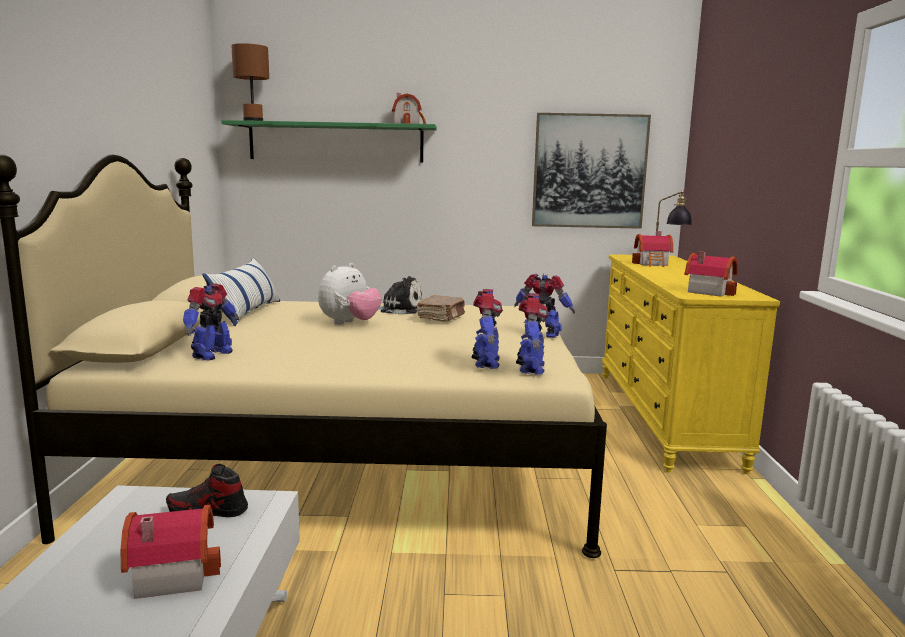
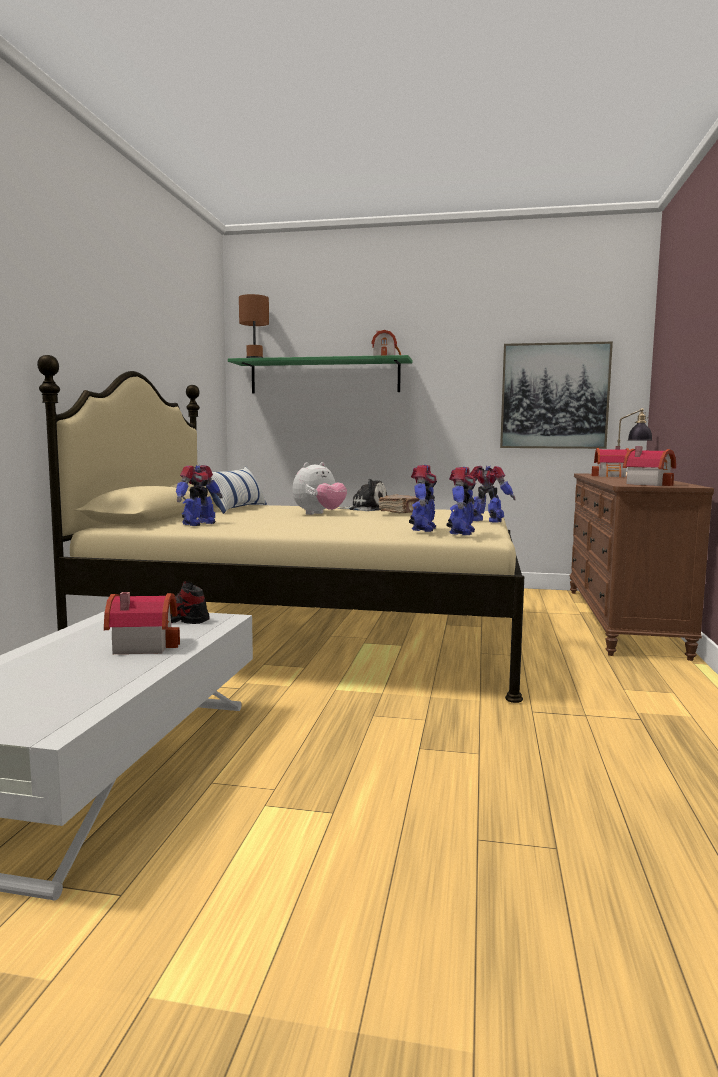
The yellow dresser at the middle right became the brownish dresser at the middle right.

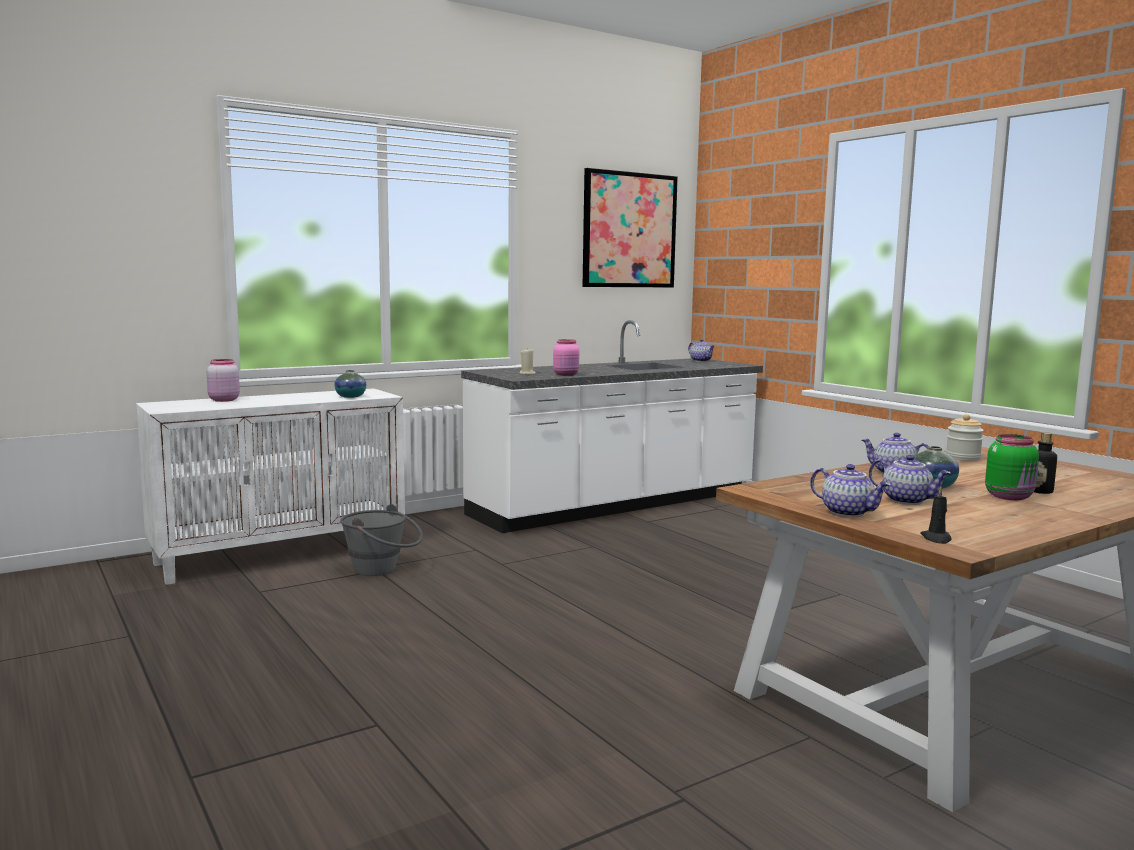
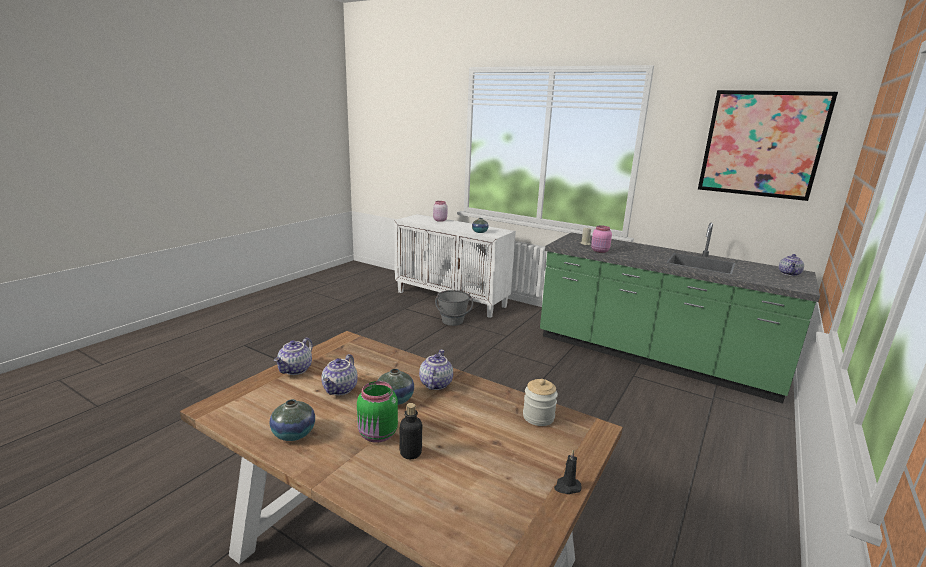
The whitish kitchen base unit at the centre became the green-coloured kitchen base unit at the middle right. The black-coloured wax light moved from the middle right to the bottom centre. The flower vase (1st from left) at the bottom left appeared.

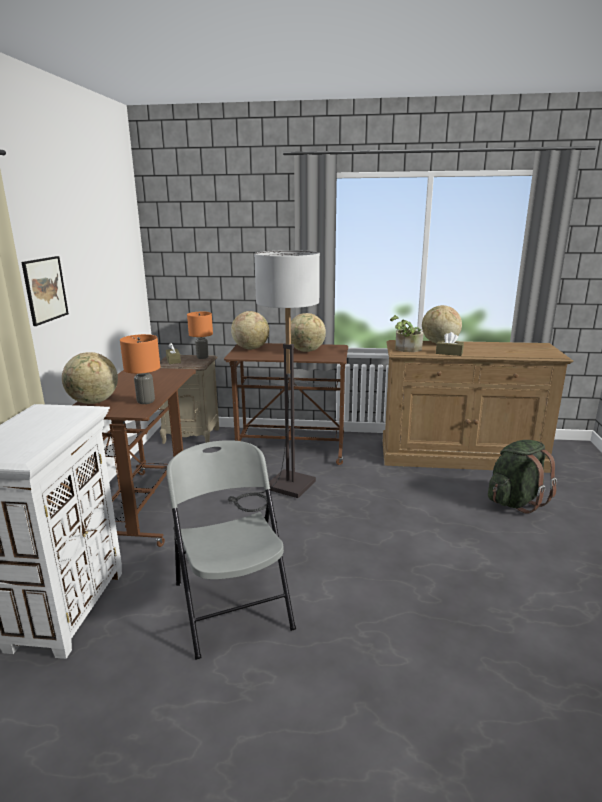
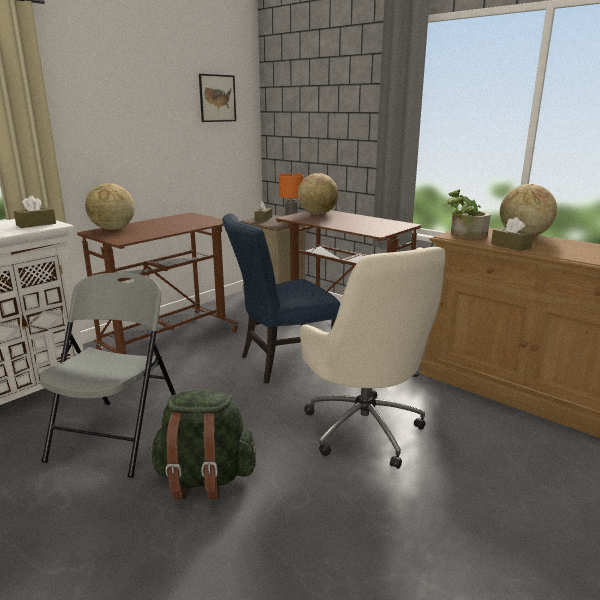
The picture moved from the middle left to the top centre. The orange-coloured table lamp (1st from left) at the middle left disappeared. The standard lamp at the centre was replaced by the blue-coloured chair at the centre. The world globe (3rd from left) at the centre disappeared. The green-coloured backpack moved from the middle right to the bottom centre. The brownish tissue holder (1st from left) at the middle left appeared. The beige computer chair at the centre appeared.

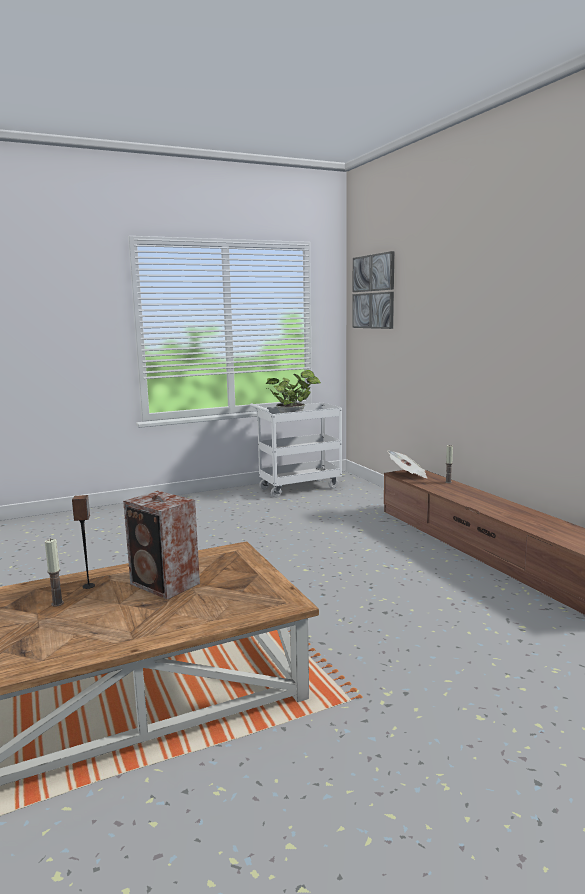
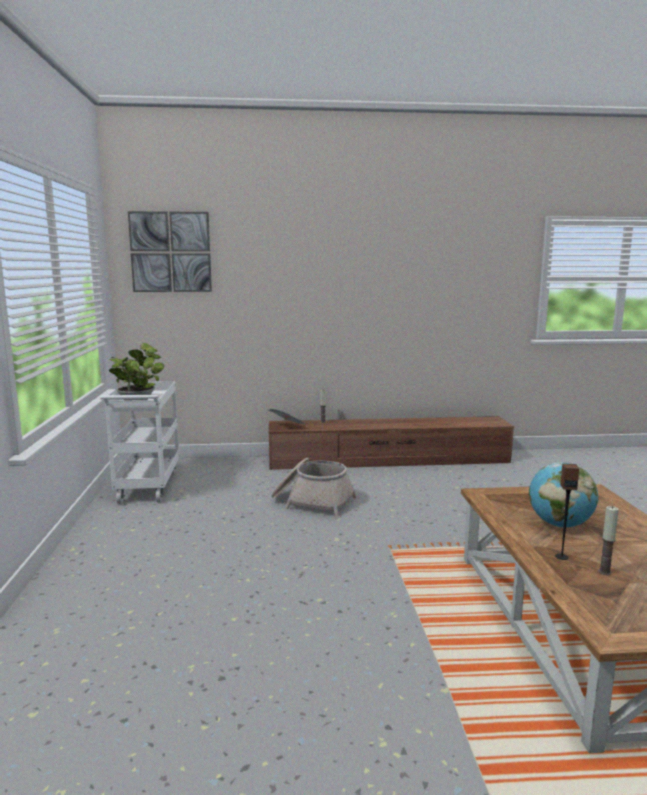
The loudspeaker (2nd from left) at the middle left was replaced by the world globe at the middle right. The basket at the centre appeared.

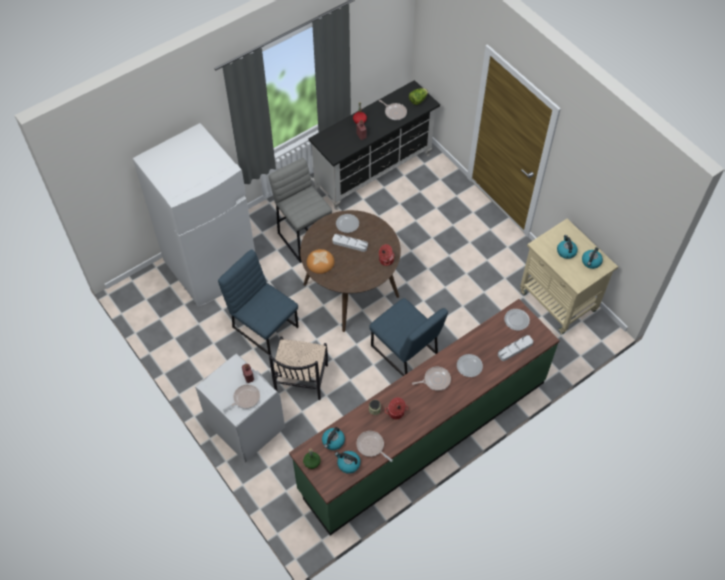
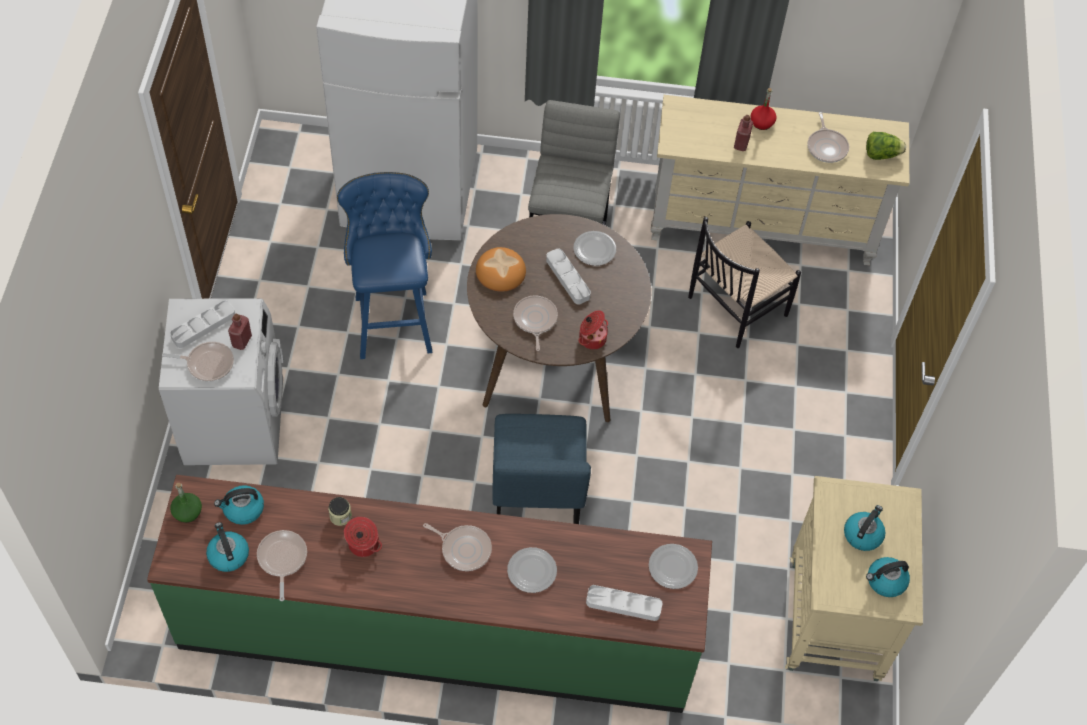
The blue-coloured chair (1st from left) at the centre was replaced by the blue-coloured sitting stool at the centre. The black-coloured chair moved from the centre to the middle right. The black-coloured dresser at the top centre became the beige dresser at the top right. The gray tray (1st from left) at the middle left appeared. The pan (4th from left) at the centre appeared.

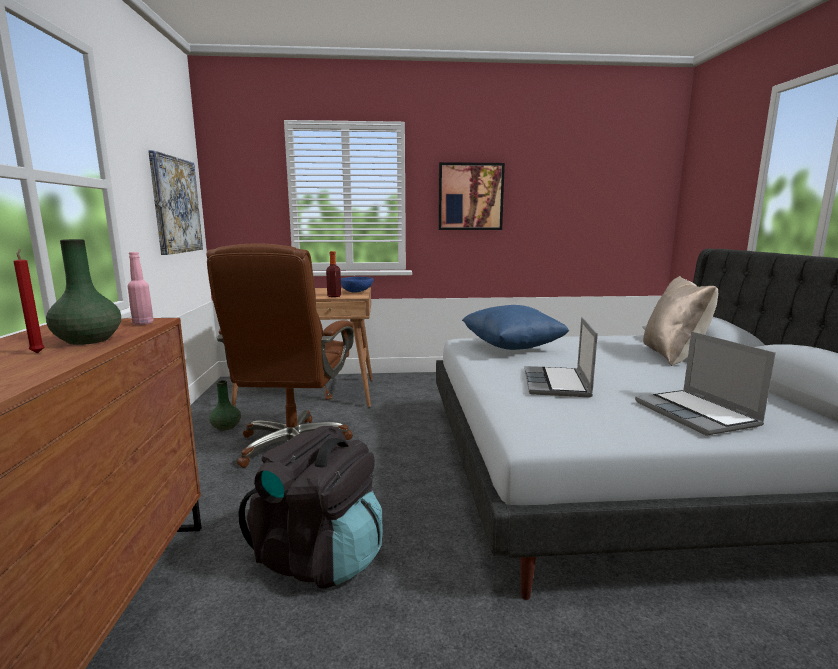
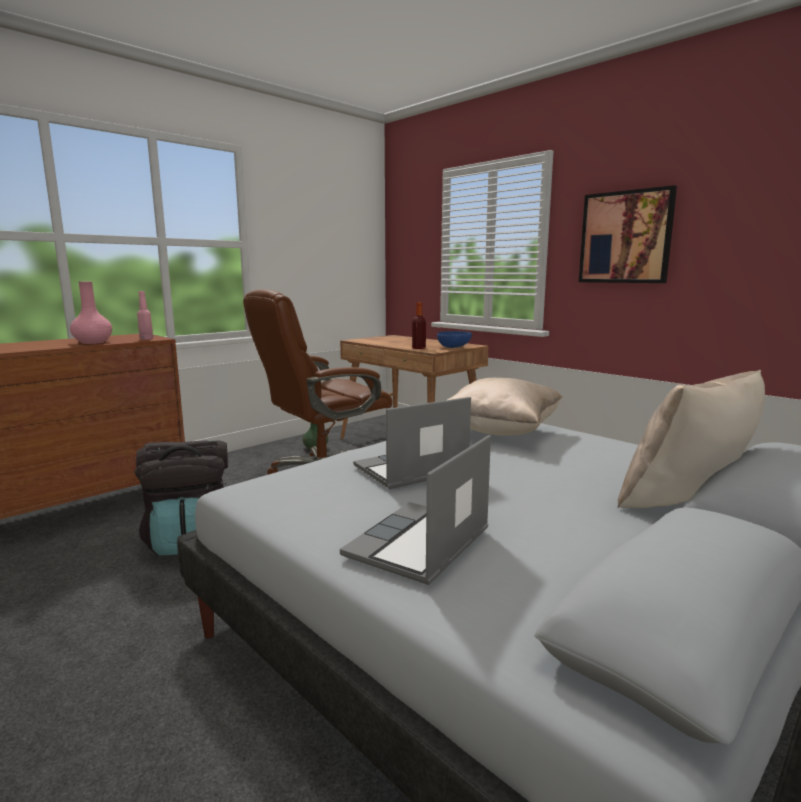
The red-coloured wax light at the middle left disappeared. The green-coloured flower vase (1st from left) at the middle left became the pink flower vase at the middle left. The picture (1st from left) at the top left disappeared. The blue-coloured pillow at the centre became the beige pillow (1st from left) at the centre.

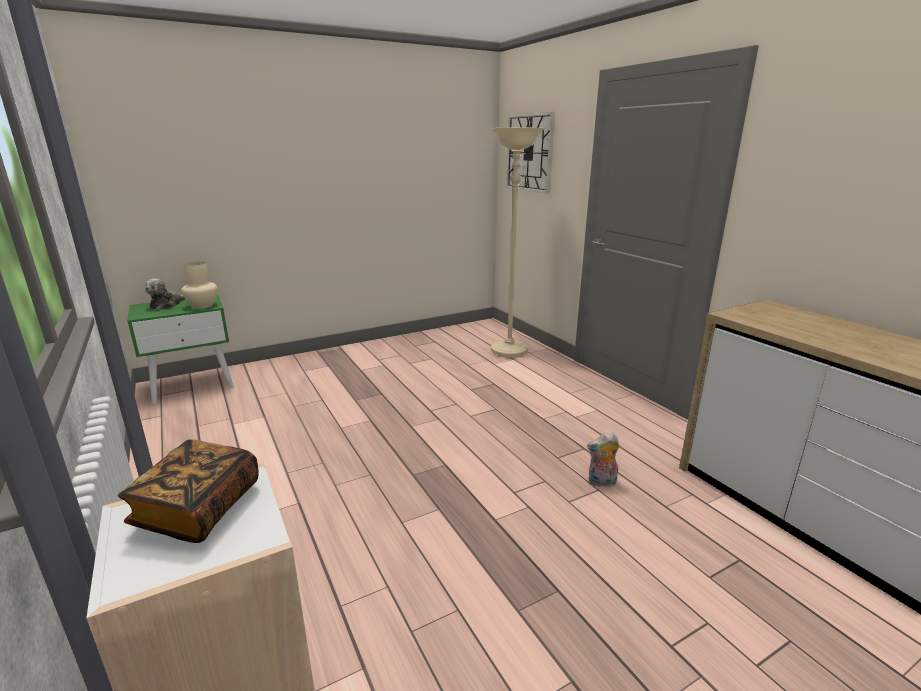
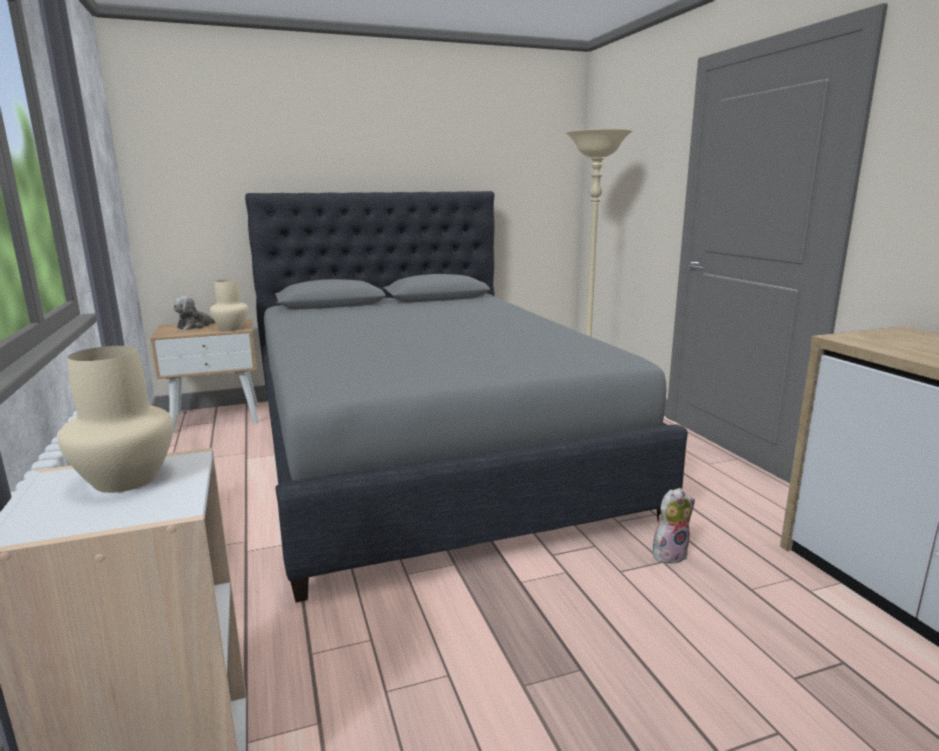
The book at the bottom left was replaced by the beige flower vase (1st from left) at the middle left. The green-coloured nightstand at the middle left became the beige nightstand at the middle left. The clock on the wall at the top centre disappeared. The plush toy (2nd from left) at the centre turned 150 degrees clockwise. The gray bed at the centre appeared.

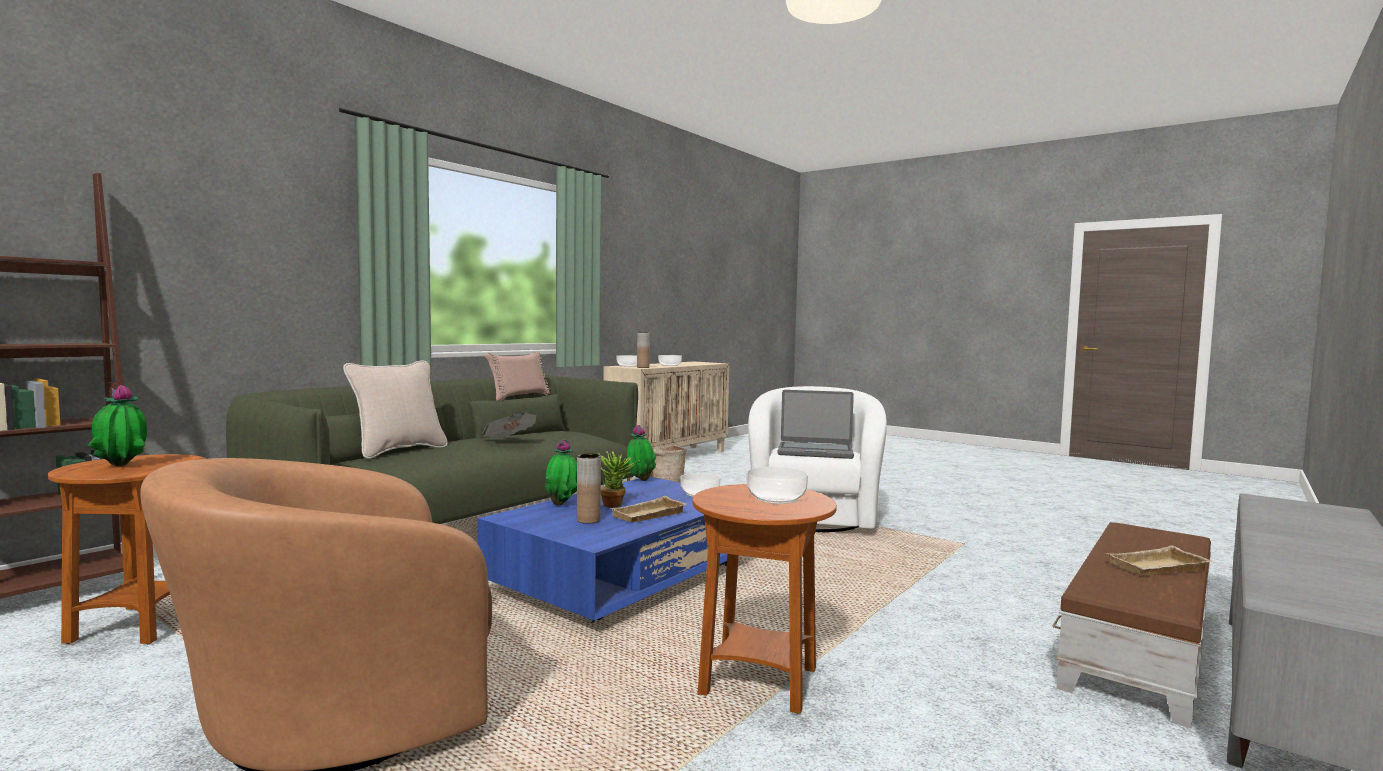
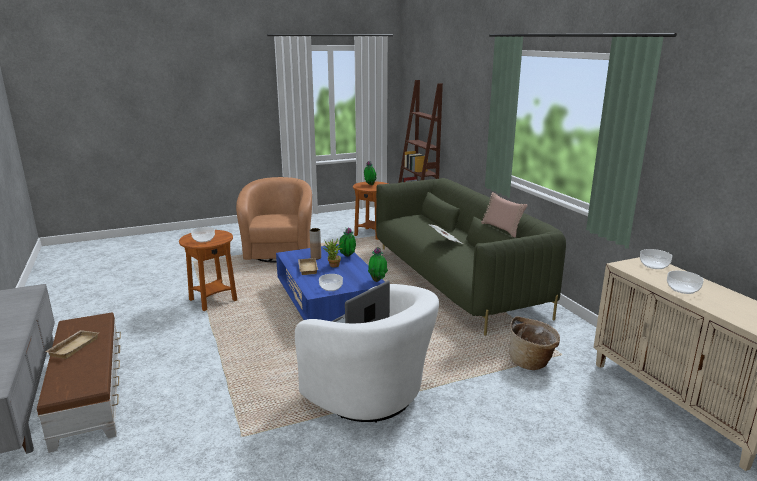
The beige pillow (1st from left) at the middle left disappeared. The brownish flower vase (2nd from left) at the centre disappeared.

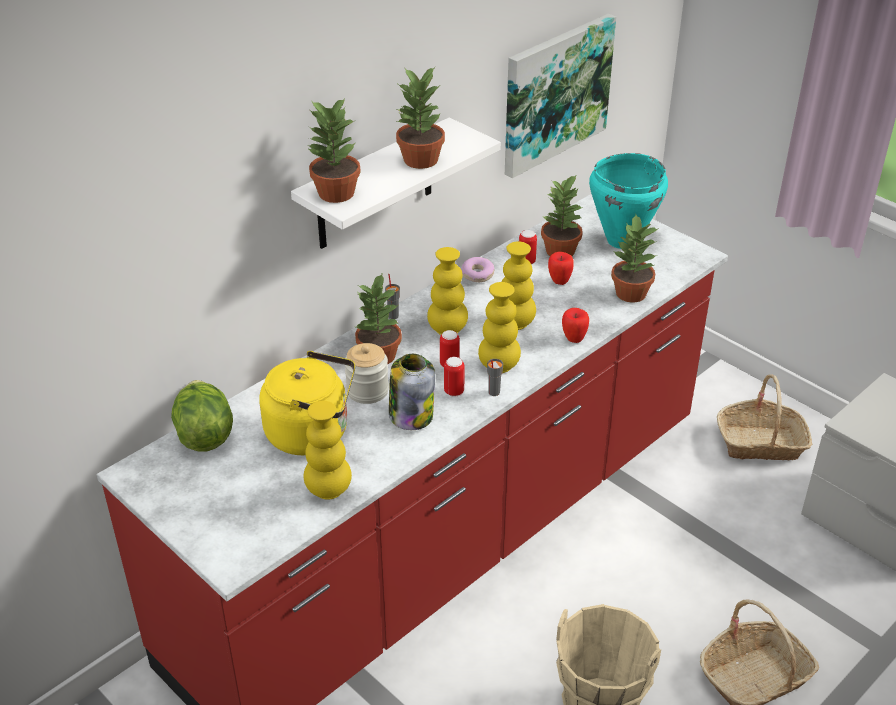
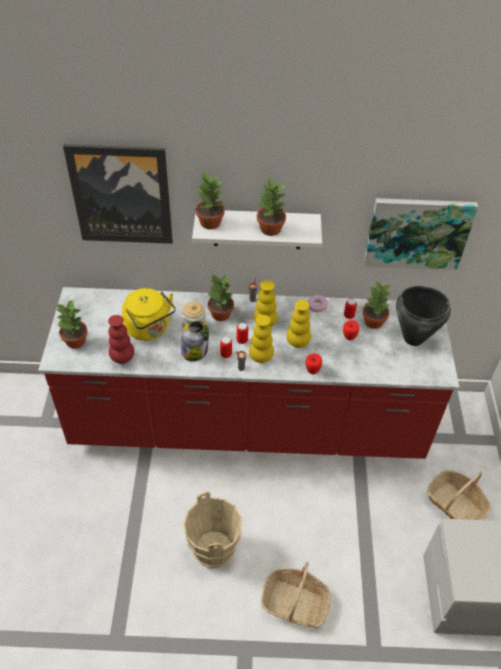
The head of lettuce at the middle left disappeared. The yellow flower vase (1st from left) at the centre became the red-coloured flower vase at the middle left. The turquoise-coloured stockpot at the top right became the black-coloured stockpot at the middle right. The potted plant (5th from left in the first image) moved from the middle right to the middle left. The picture (1st from left) at the top left appeared.

